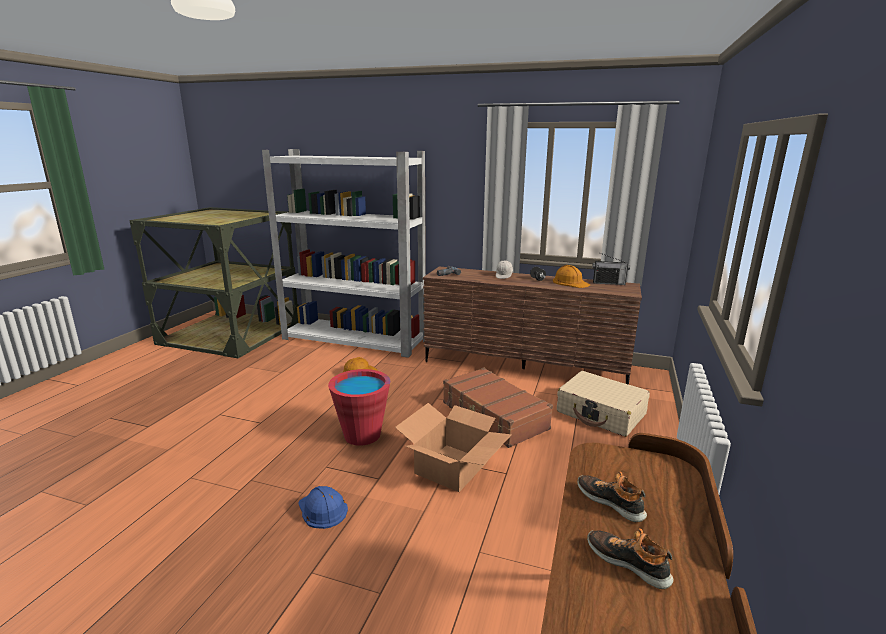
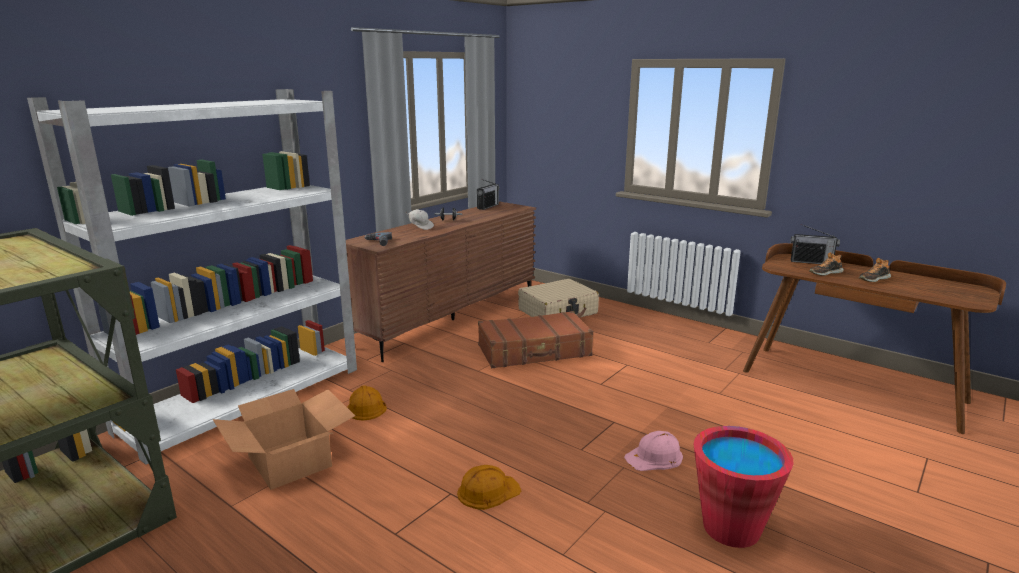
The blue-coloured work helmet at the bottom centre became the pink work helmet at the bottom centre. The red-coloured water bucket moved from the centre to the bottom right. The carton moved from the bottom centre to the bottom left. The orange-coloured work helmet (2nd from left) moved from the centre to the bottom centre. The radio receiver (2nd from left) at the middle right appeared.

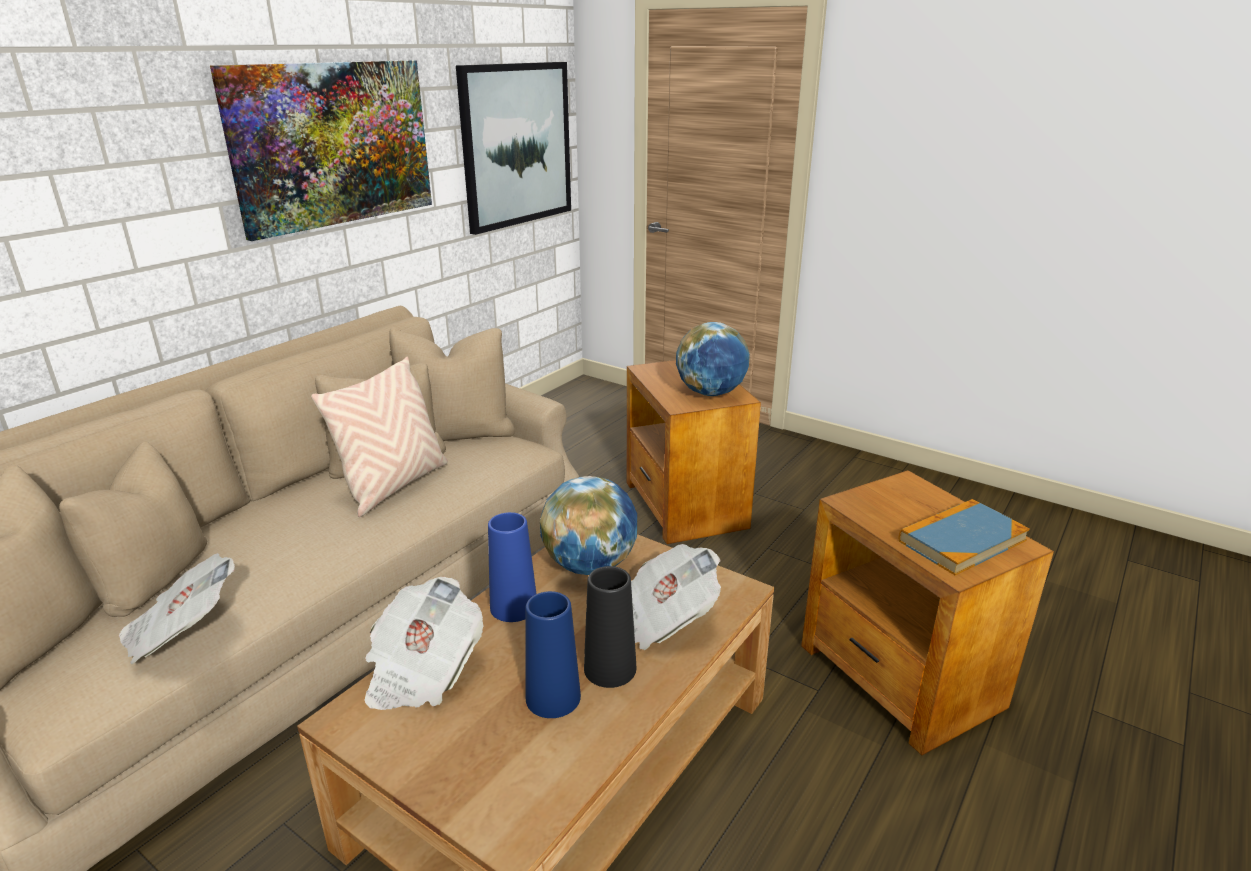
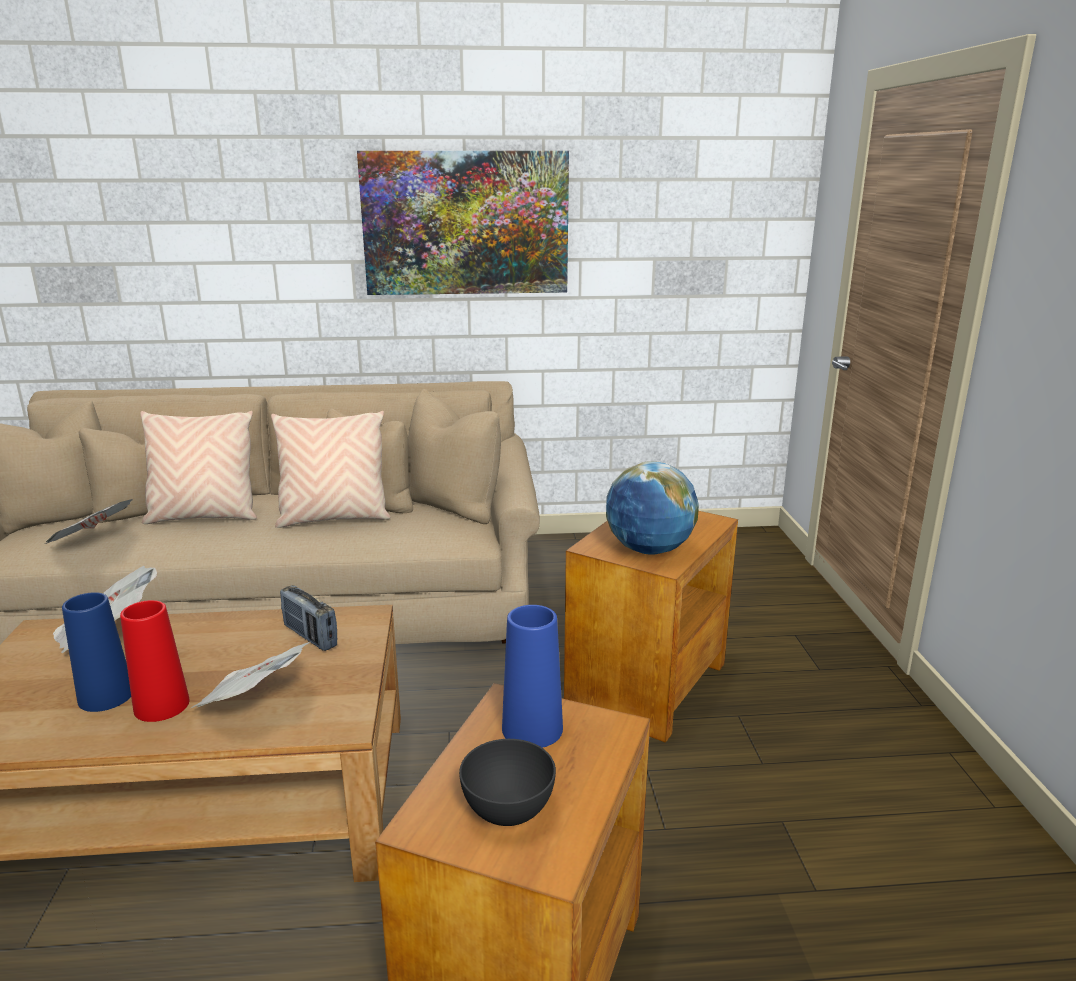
The picture (2nd from left) at the top centre disappeared. The blue-coloured flower vase (1st from left in the first image) moved from the centre to the bottom centre. The world globe (1st from left) at the centre was replaced by the radio receiver at the middle left. The black-coloured flower vase at the bottom centre became the red-coloured flower vase at the bottom left. The book at the middle right was replaced by the gray serving bowl at the bottom centre. The beige pillow (1st from left) at the middle left appeared.

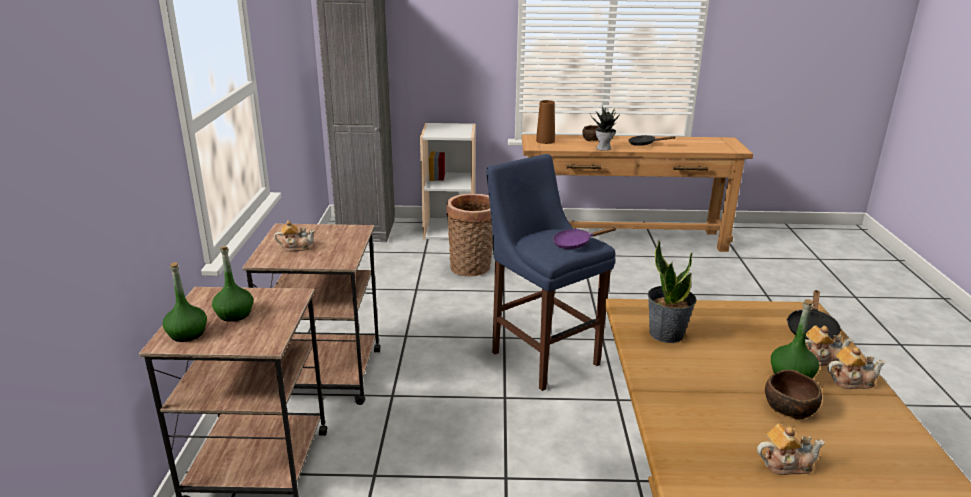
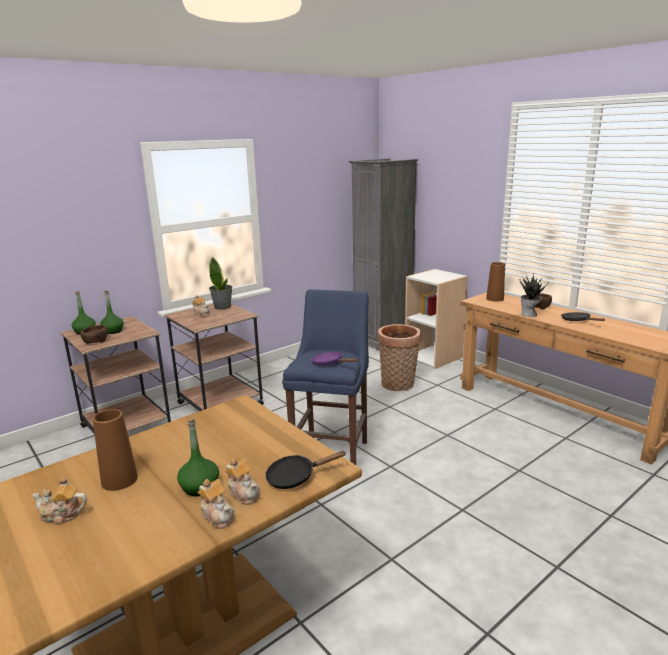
The potted plant (2nd from left in the first image) moved from the middle right to the middle left. The pot for tea (2nd from left in the first image) at the bottom right turned 135 degrees clockwise. The brownish serving bowl (2nd from left in the first image) moved from the bottom right to the middle left. The brownish flower vase (1st from left) at the bottom left appeared.

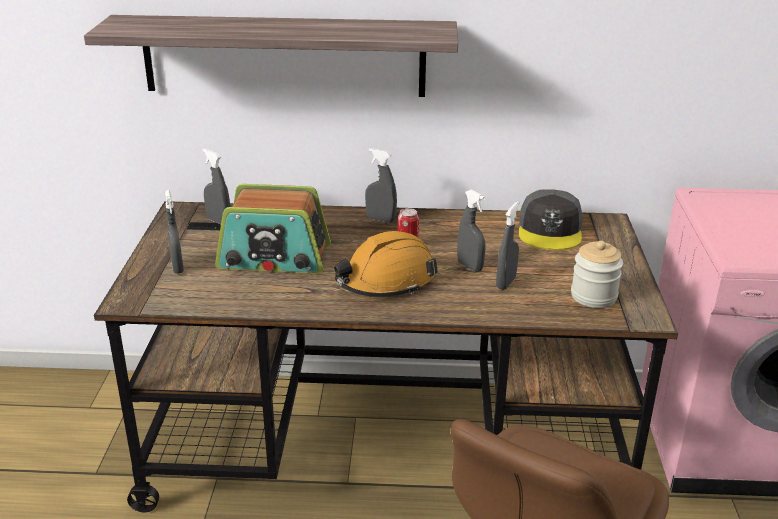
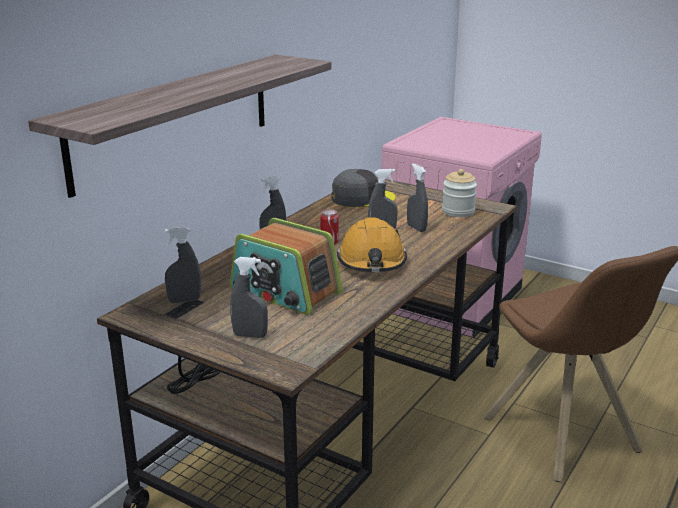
The radio receiver at the centre turned 90 degrees clockwise. The gray peaked cap at the middle right turned 45 degrees counterclockwise.

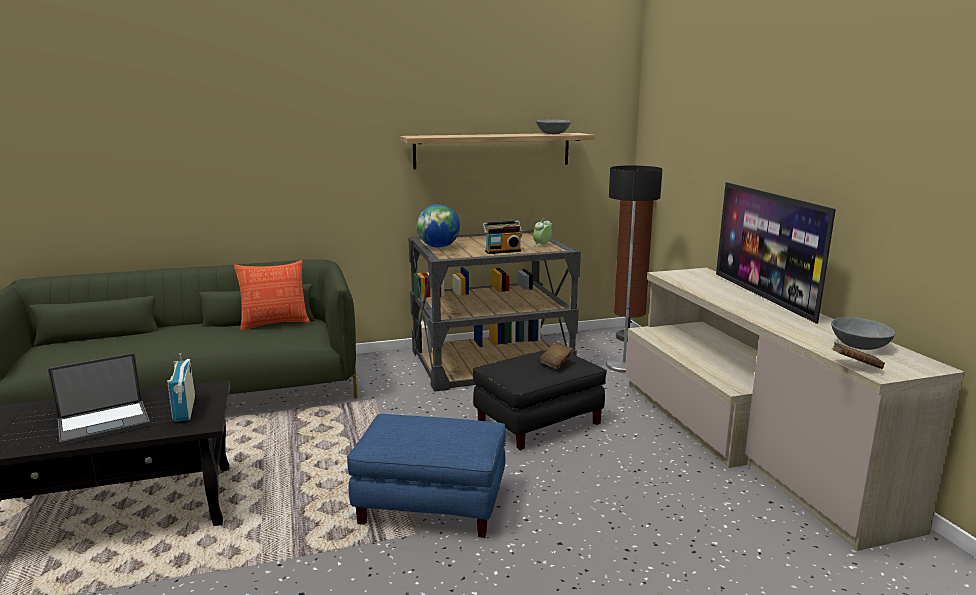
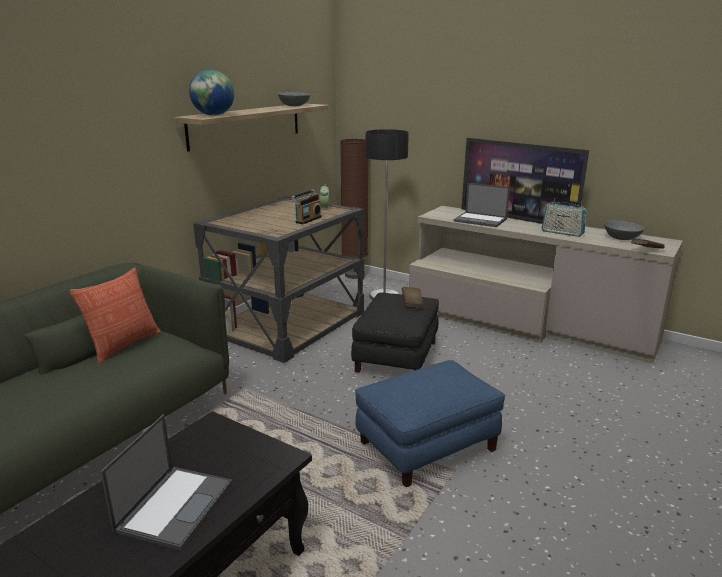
The radio receiver (1st from left in the first image) moved from the middle left to the middle right. The world globe moved from the centre to the top left. The portable computer (2nd from left) at the middle right appeared.

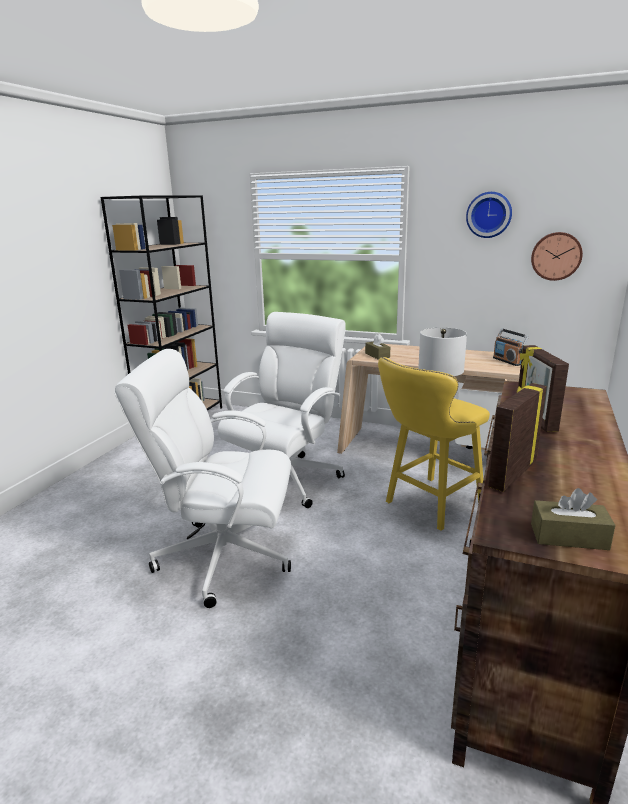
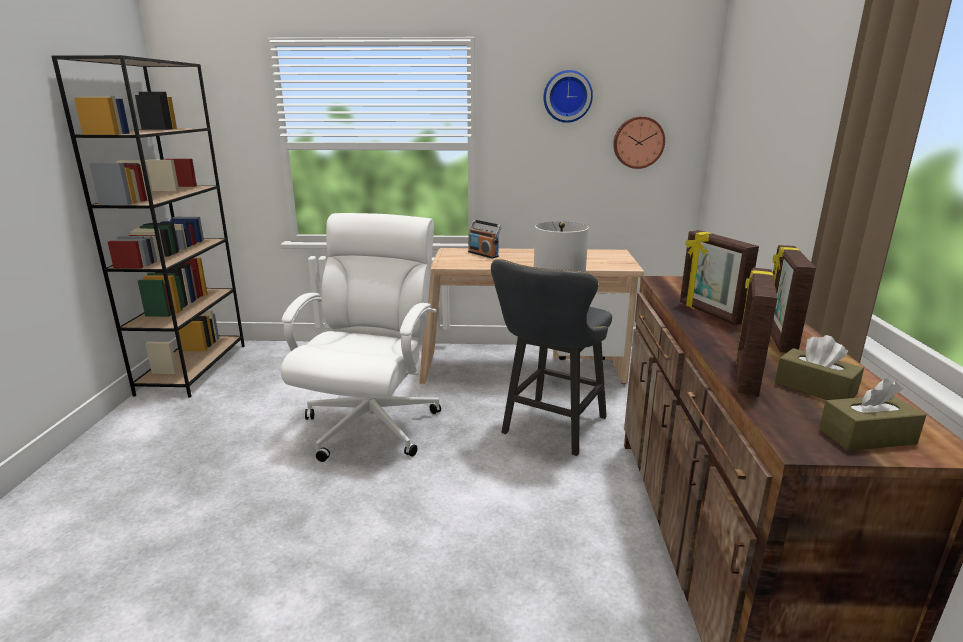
The whitish computer chair (1st from left) at the middle left disappeared. The brownish tissue holder (1st from left) moved from the centre to the middle right. The yellow sitting stool at the middle right became the gray sitting stool at the centre. The radio receiver moved from the middle right to the centre. The photo frame (3rd from left) at the middle right appeared.

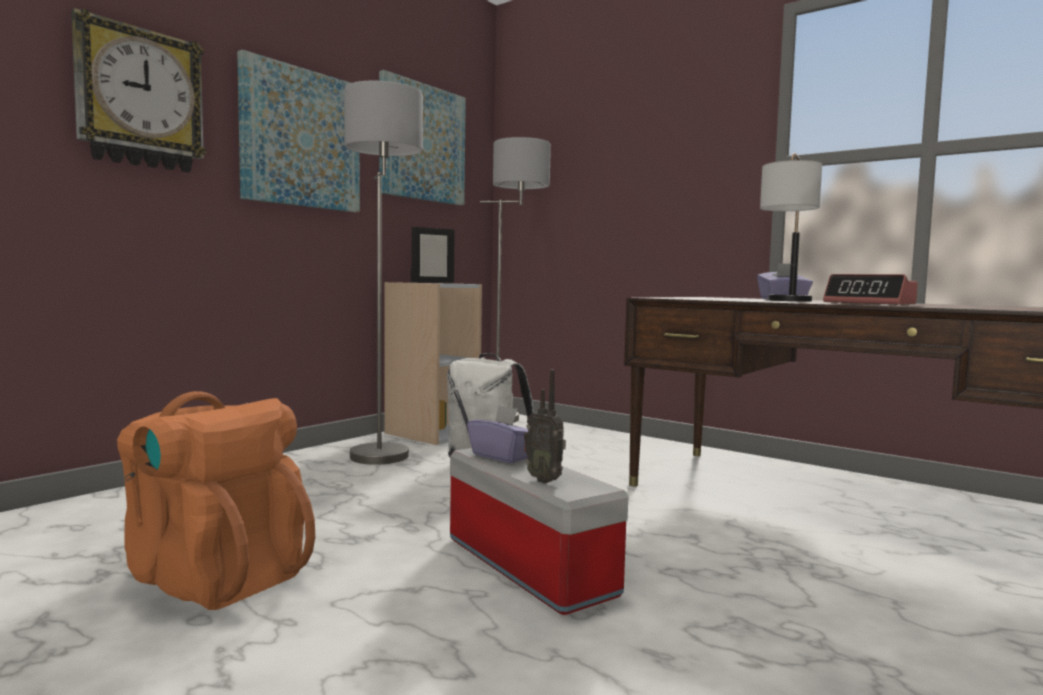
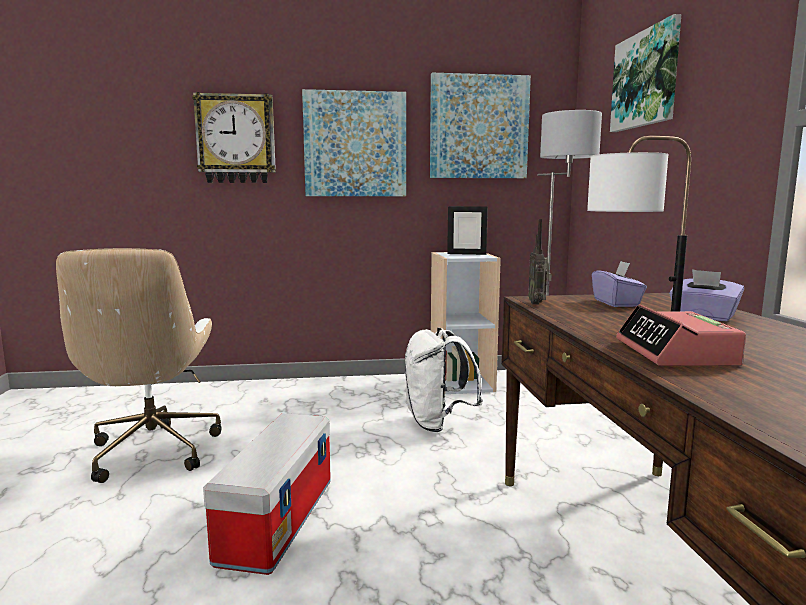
The orange-coloured backpack at the bottom left was replaced by the whitish computer chair at the middle left. The gray standard lamp (1st from left) at the centre disappeared. The purplish tissue holder (1st from left) moved from the centre to the middle right. The radio receiver moved from the centre to the middle right. The picture (3rd from left) at the top right appeared.

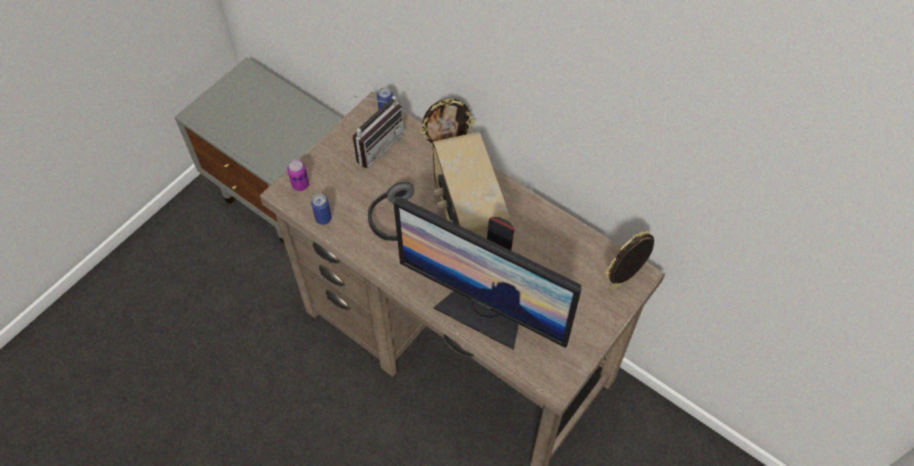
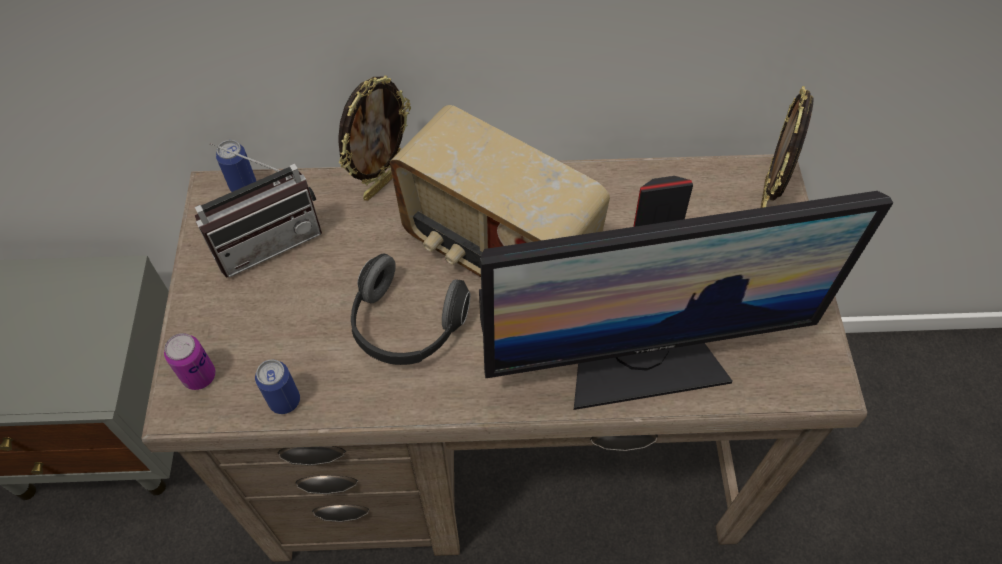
The radio receiver (1st from left) at the top centre turned 60 degrees clockwise.

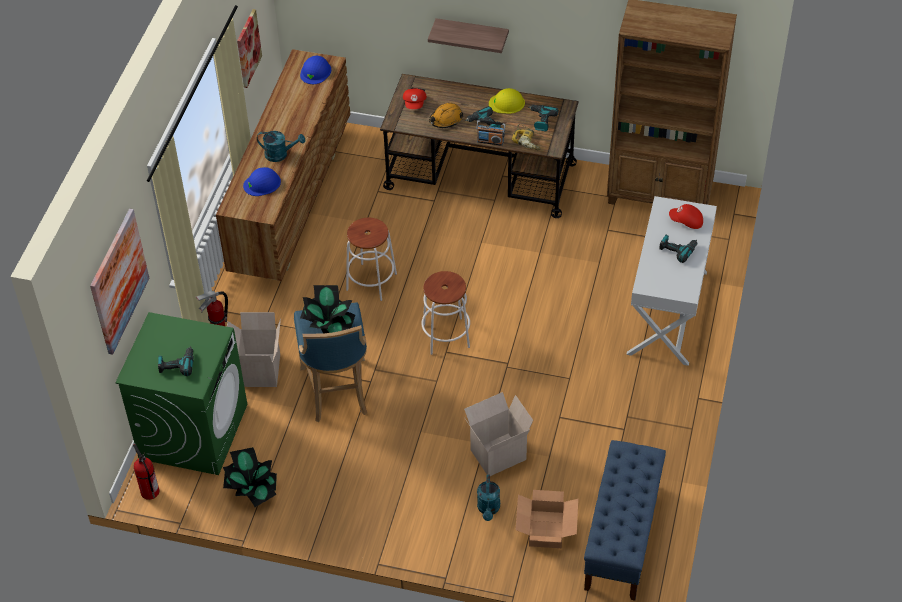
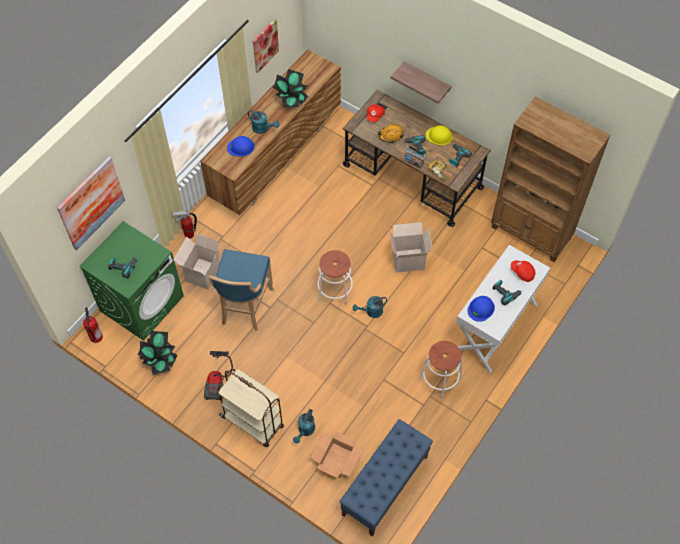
The blue-coloured work helmet (2nd from left) moved from the top centre to the middle right. The potted plant (2nd from left) moved from the centre to the top centre. The whitish sitting stool (1st from left in the first image) moved from the centre to the bottom centre. The carton (2nd from left in the first image) moved from the bottom centre to the centre. The vacuum at the bottom left appeared. The beige cart at the bottom centre appeared. The turquoise-coloured watering can (3rd from left) at the centre appeared.

